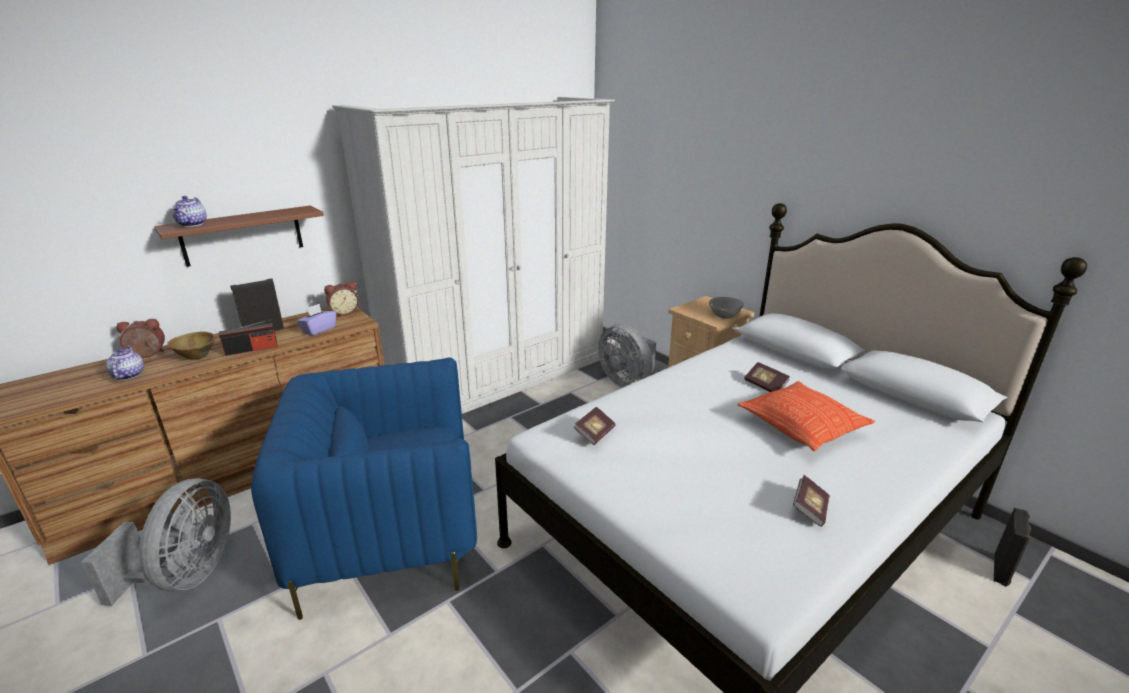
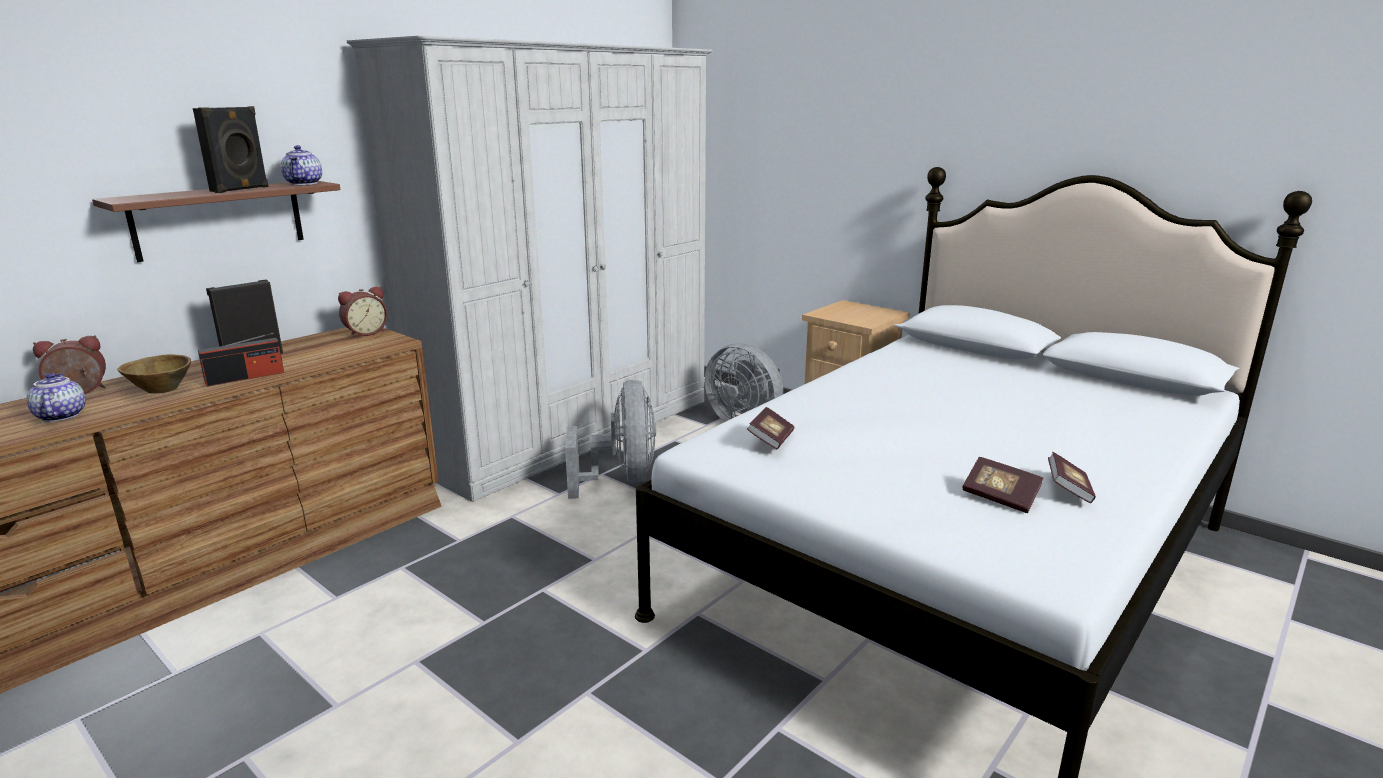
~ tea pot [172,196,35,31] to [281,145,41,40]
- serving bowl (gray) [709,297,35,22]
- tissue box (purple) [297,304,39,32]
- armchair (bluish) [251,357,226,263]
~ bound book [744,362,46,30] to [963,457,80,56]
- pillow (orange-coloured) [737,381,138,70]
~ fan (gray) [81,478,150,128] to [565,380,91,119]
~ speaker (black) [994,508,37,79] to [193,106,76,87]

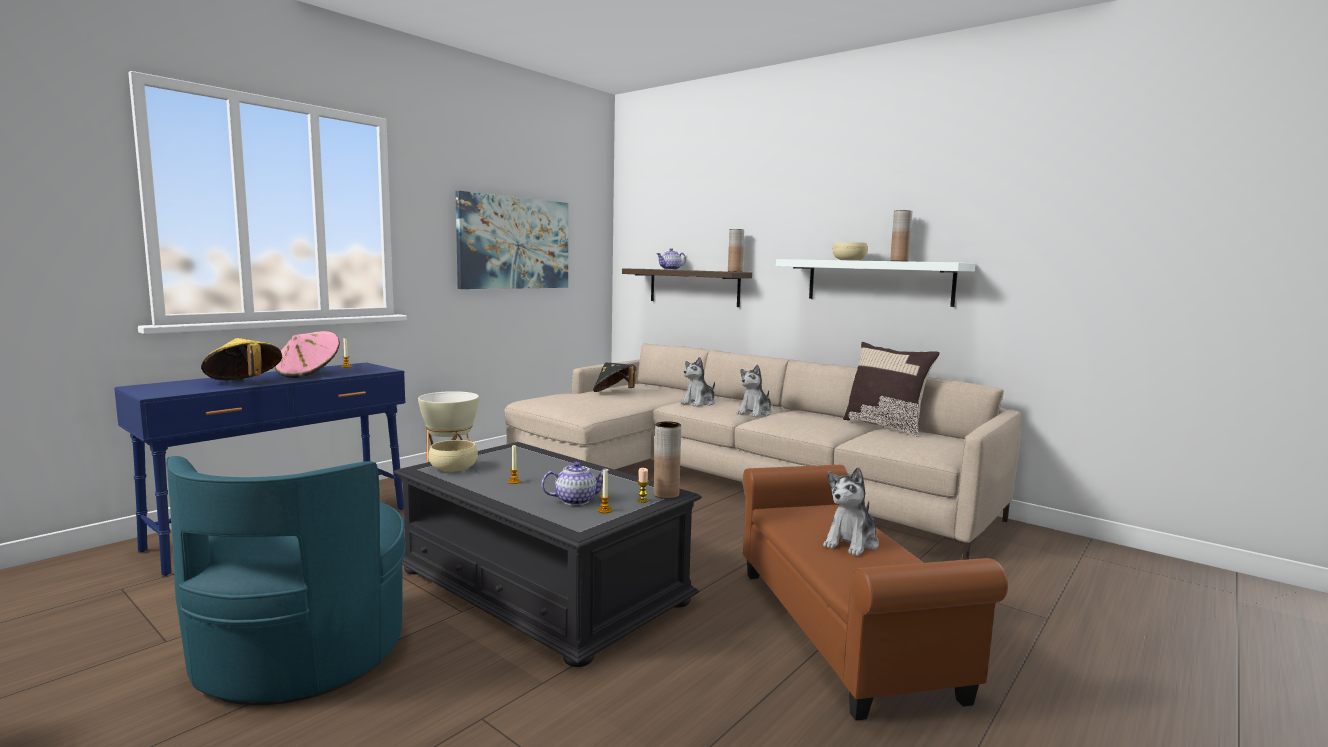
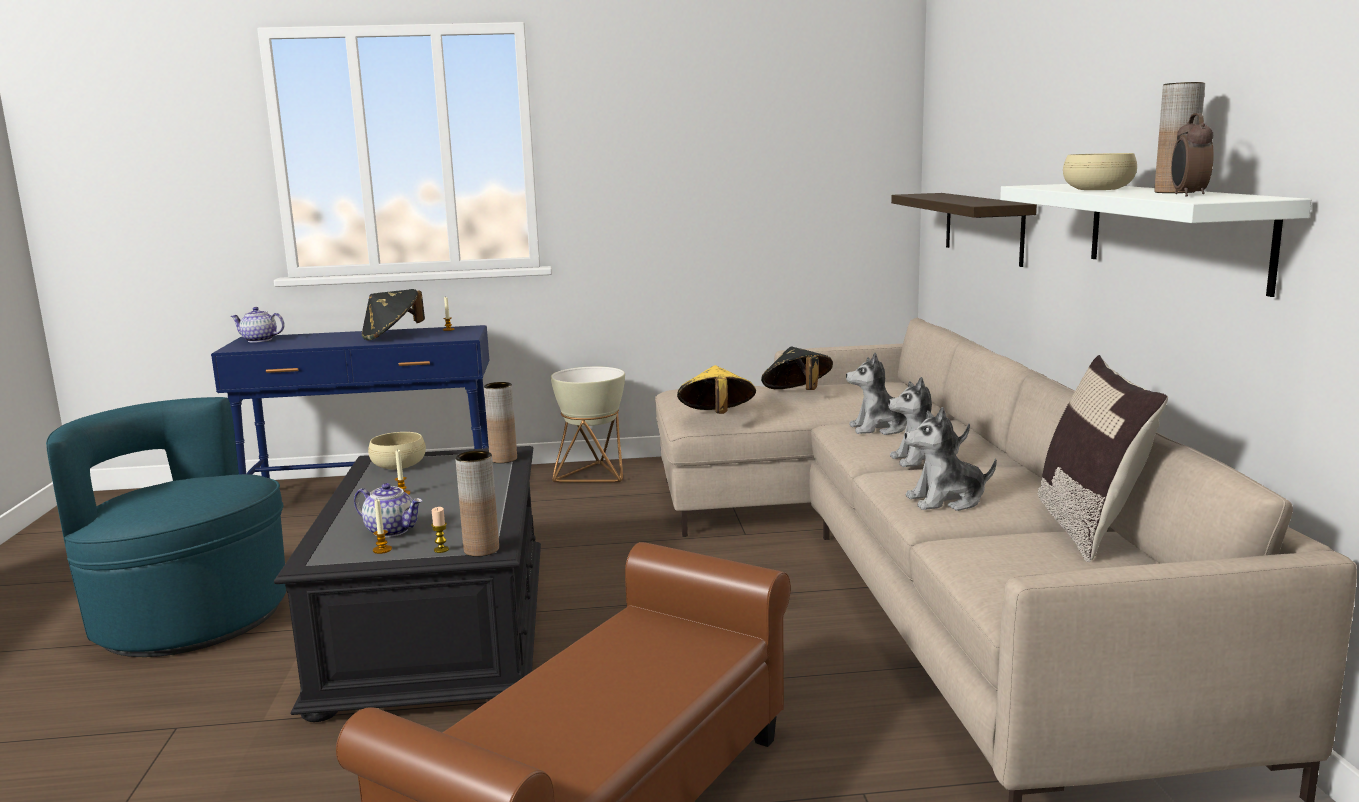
- picture [455,191,113,98]
~ flower vase (brown) [728,229,16,43] to [484,382,33,81]
~ tea pot [656,248,30,22] to [231,307,53,36]
~ wearable hat (pink-coloured) [275,331,65,47] to wearable hat (black) [362,289,63,51]
~ wearable hat (yellow) [201,338,81,42] to [677,365,79,49]
~ armchair (turquoise-coloured) [166,456,240,249] = [46,397,240,260] 75 degrees clockwise
~ cuddly toy [823,467,56,89] to [904,407,93,104]
+ bedside clock [1171,113,43,84]

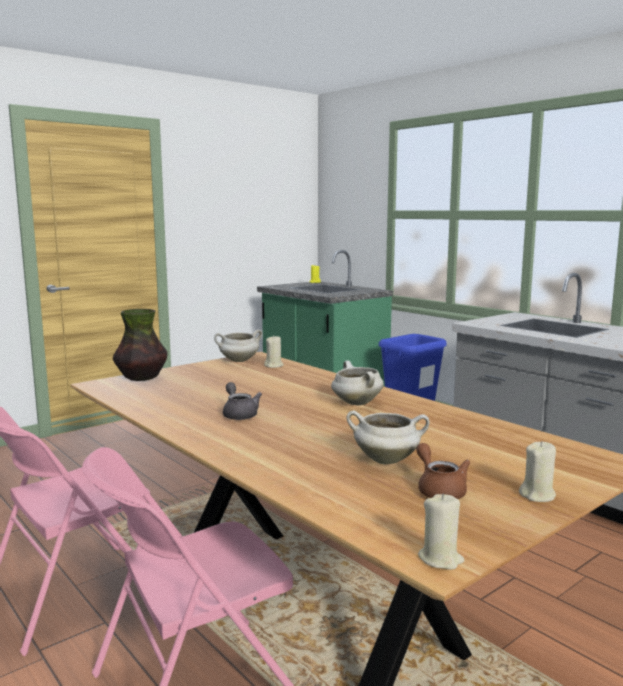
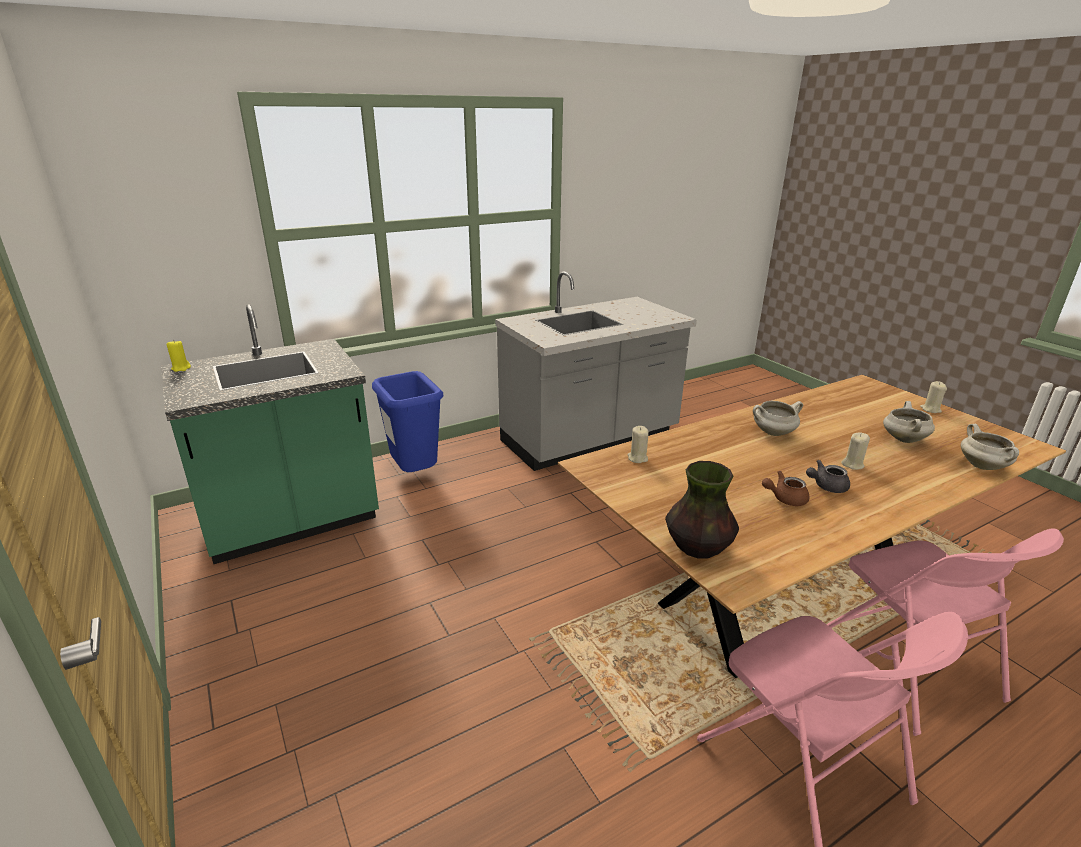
~ stockpot (white-coloured) [214,330,48,32] to [961,424,58,46]
~ tea pot (brown) [416,443,55,56] to [762,471,47,35]
~ candle (beige-coloured) [418,493,46,77] to [841,432,29,38]

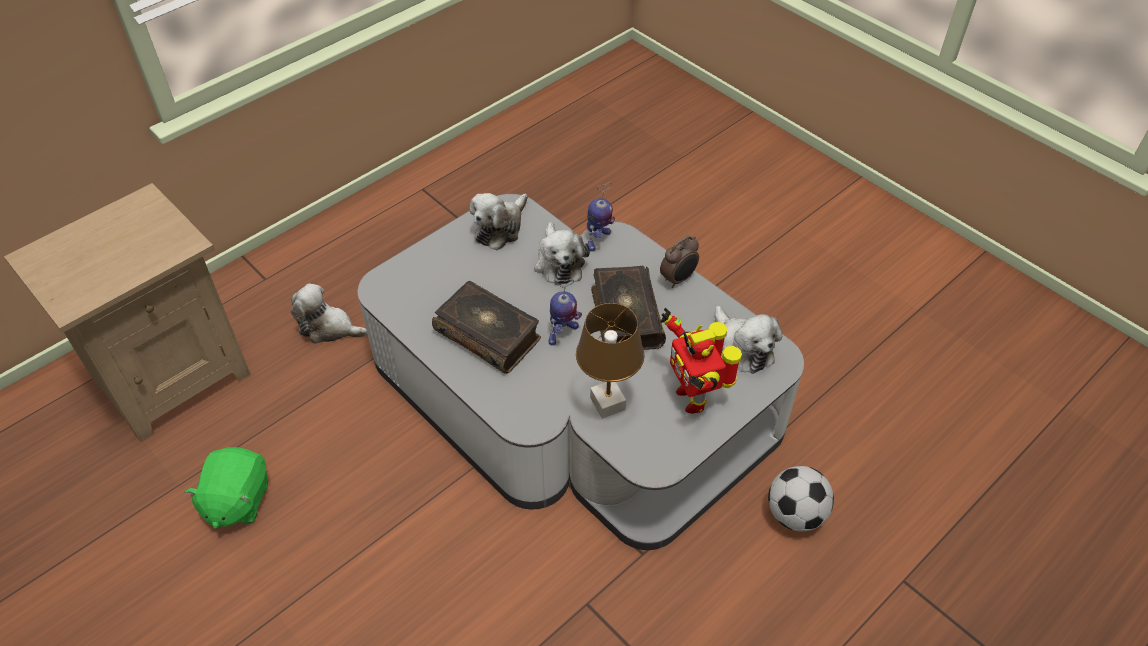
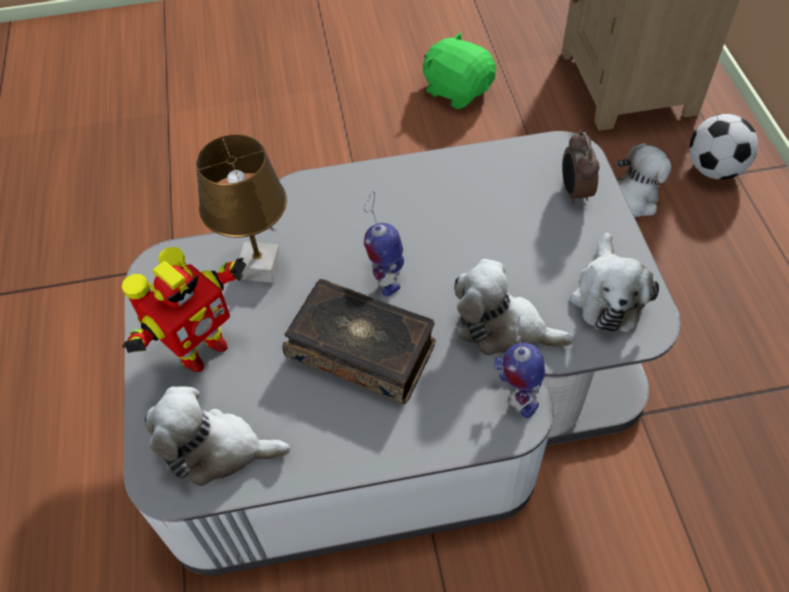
~ cuddly toy [470,193,58,57] = [570,233,89,99] 150 degrees counterclockwise
~ bedside clock [660,236,39,52] to [562,130,38,74]
- bound book [432,281,109,93]
~ robot figure [660,308,82,105] = [122,247,125,125] 120 degrees clockwise
~ football [768,466,66,65] to [689,114,69,66]

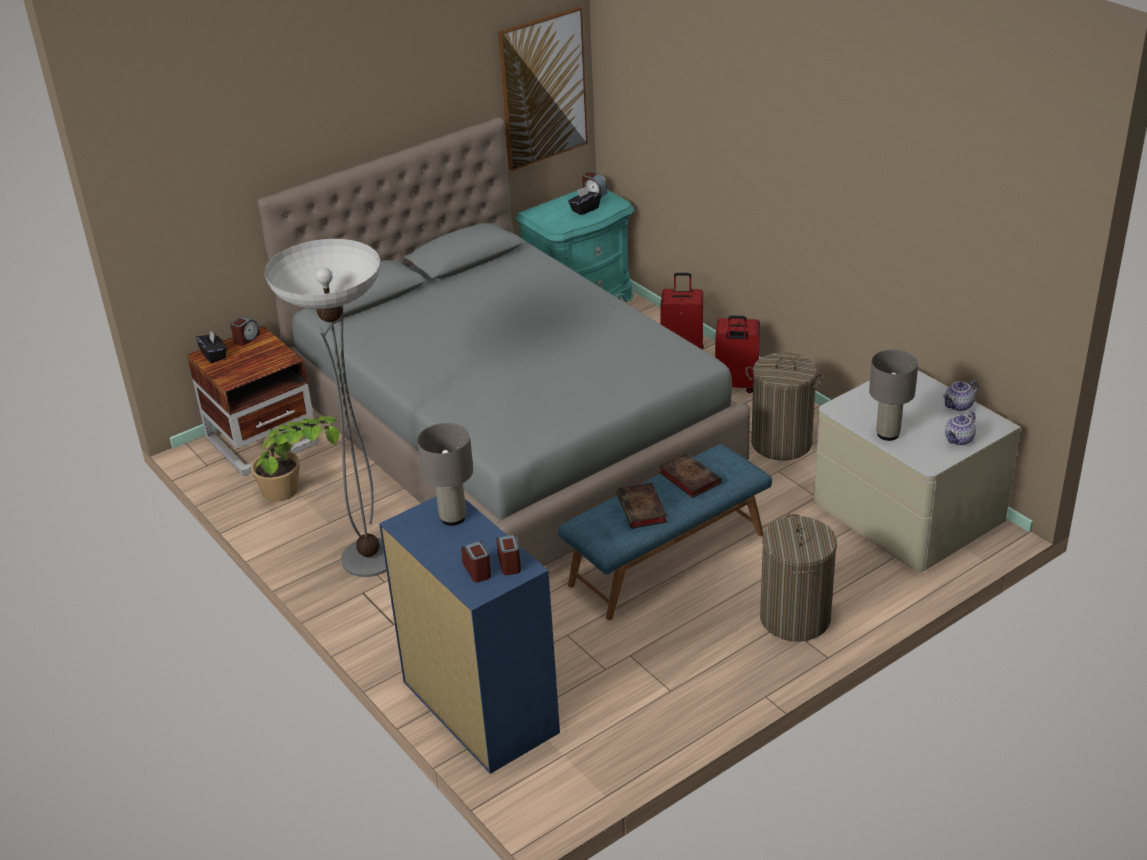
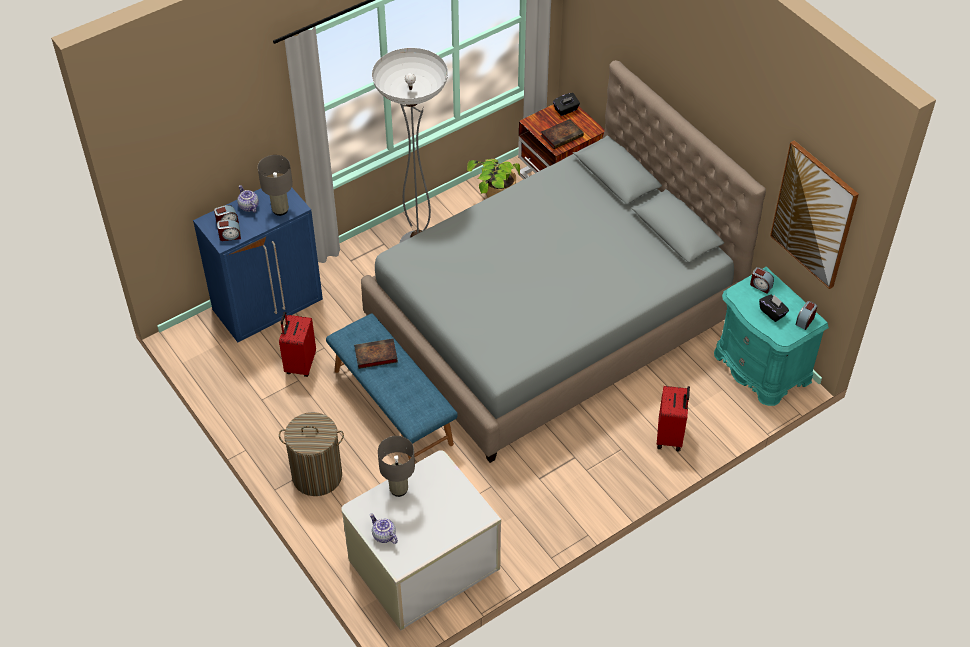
~ piece of luggage (reddish) [715,315,45,78] to [279,312,37,65]
~ bedside clock [230,317,30,29] to [750,267,24,27]
- hamper [745,352,79,109]
~ tea pot [943,380,35,31] to [237,185,22,28]
~ bound book [659,453,63,45] to [541,119,43,30]

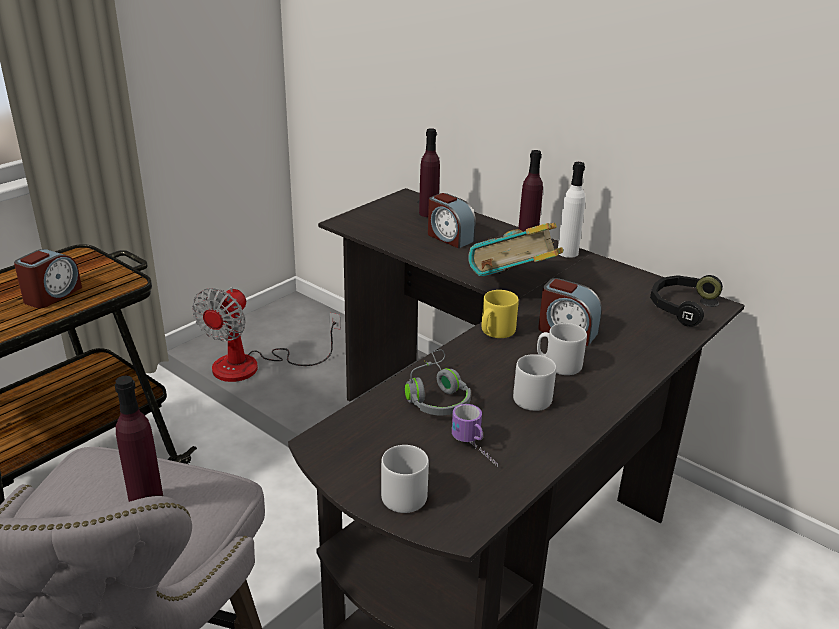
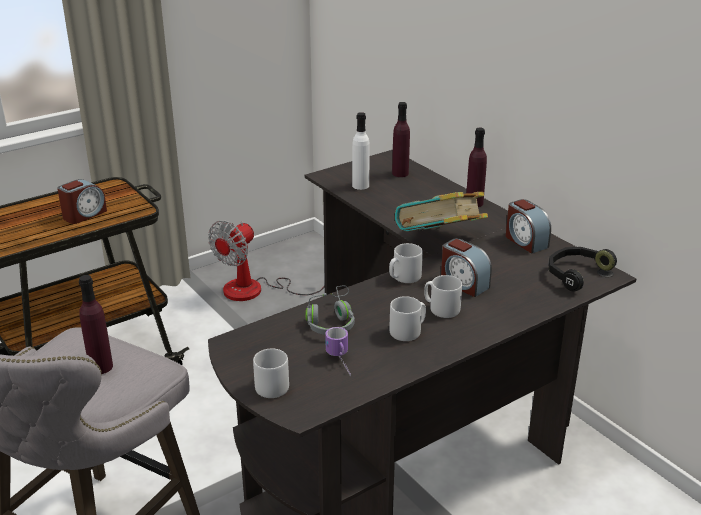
~ beverage bottle (white-coloured) [558,162,27,96] to [352,112,18,78]
~ bedside clock [428,193,48,55] to [506,199,45,55]
~ coffee mug (yellow) [482,290,37,48] to coffee mug (gray) [389,243,34,40]

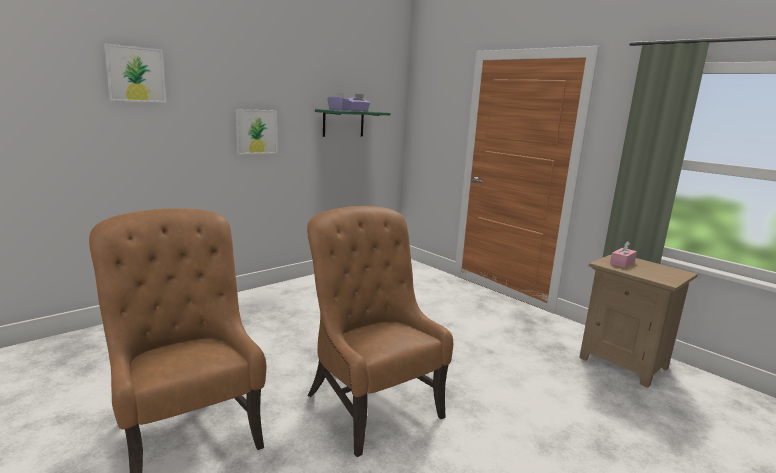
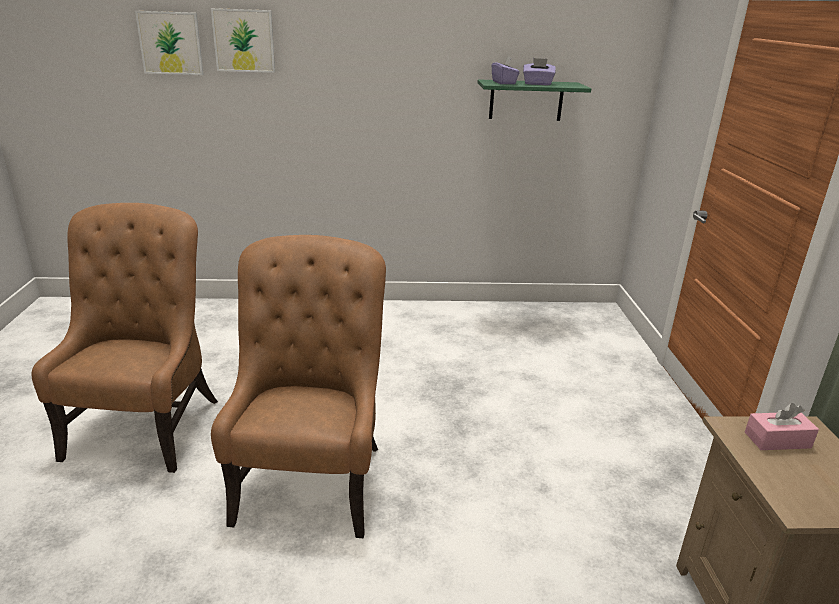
~ picture [236,109,41,46] to [135,11,69,64]

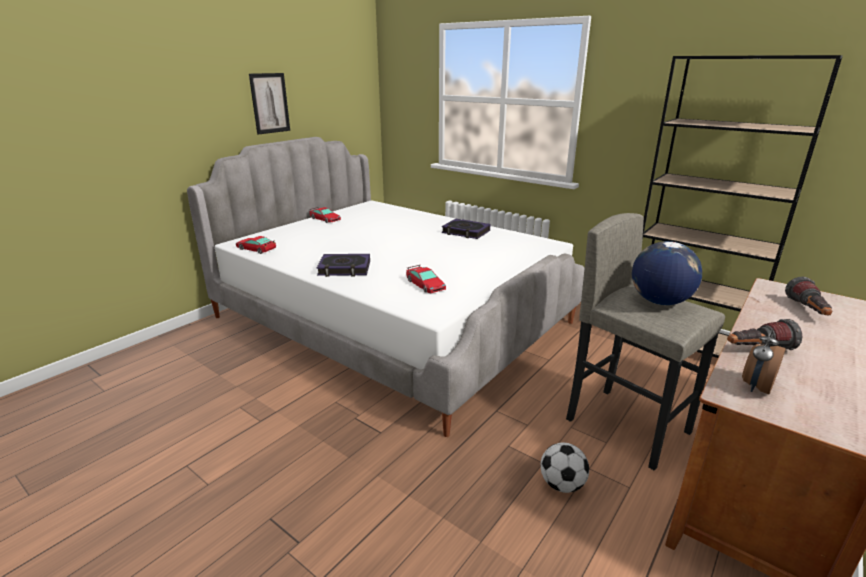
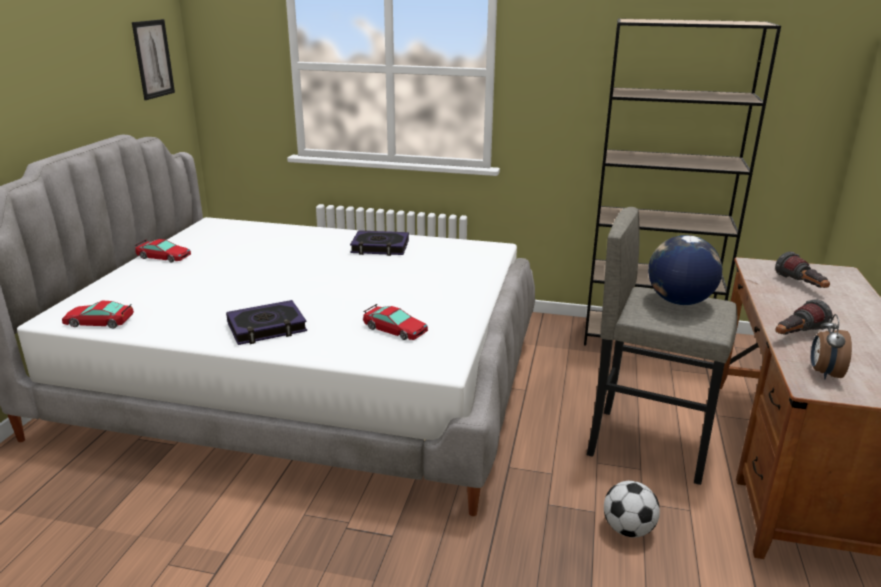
~ picture [249,73,41,62] to [132,19,43,81]

